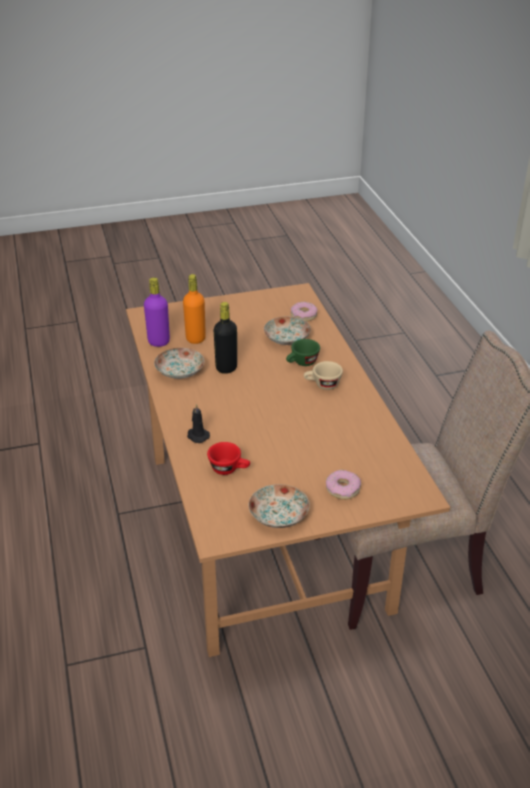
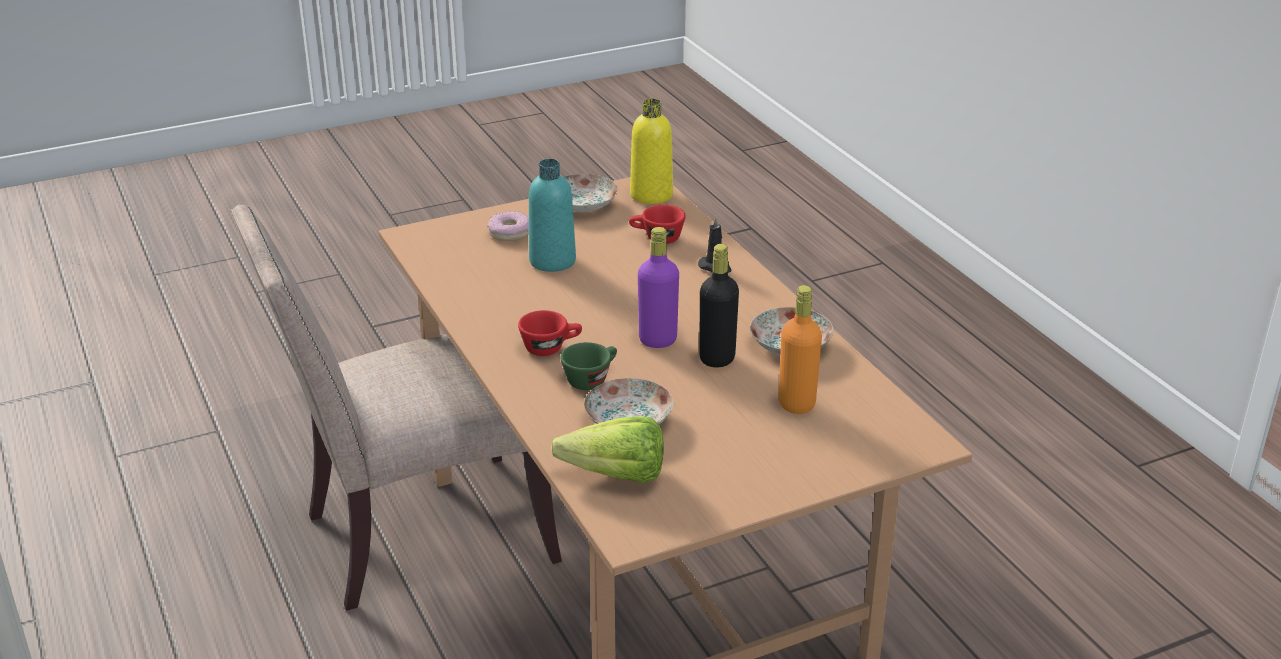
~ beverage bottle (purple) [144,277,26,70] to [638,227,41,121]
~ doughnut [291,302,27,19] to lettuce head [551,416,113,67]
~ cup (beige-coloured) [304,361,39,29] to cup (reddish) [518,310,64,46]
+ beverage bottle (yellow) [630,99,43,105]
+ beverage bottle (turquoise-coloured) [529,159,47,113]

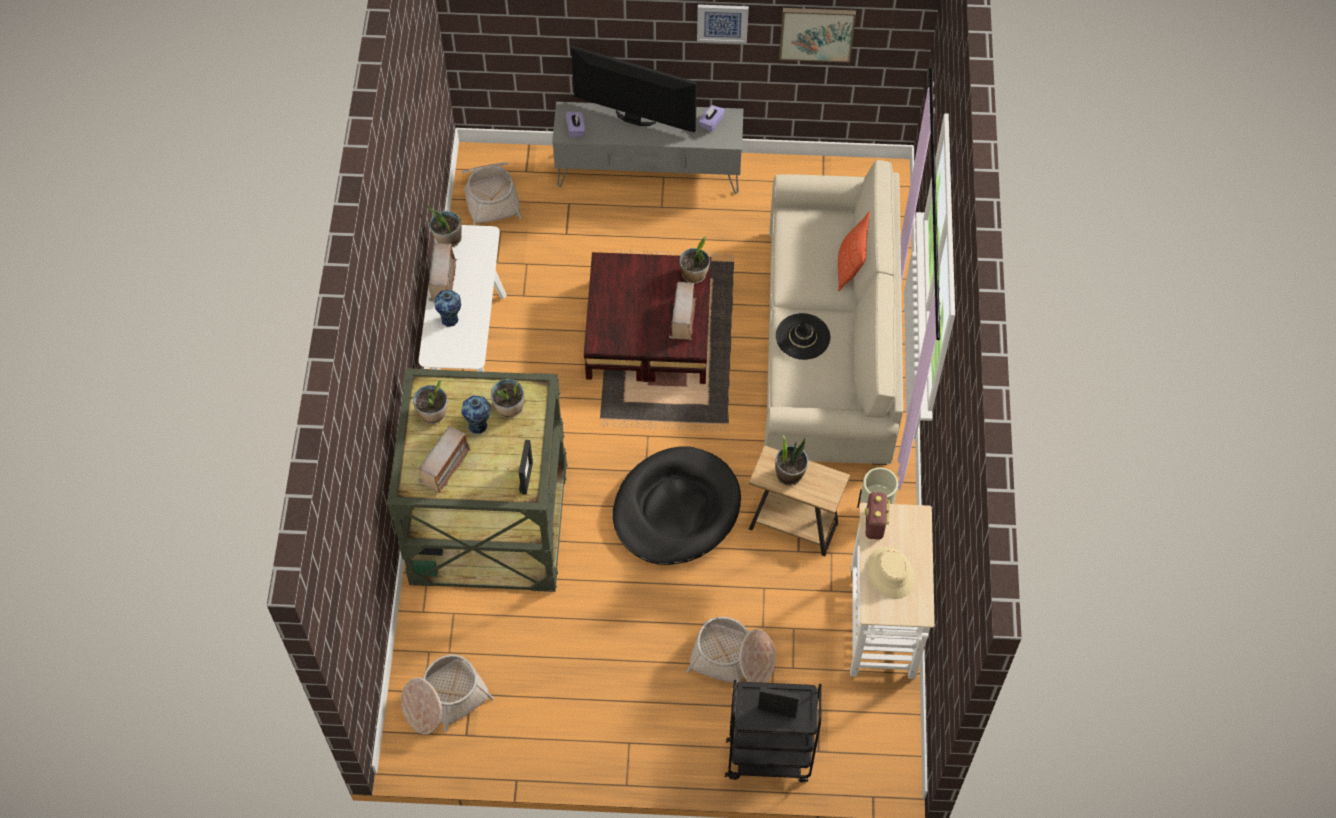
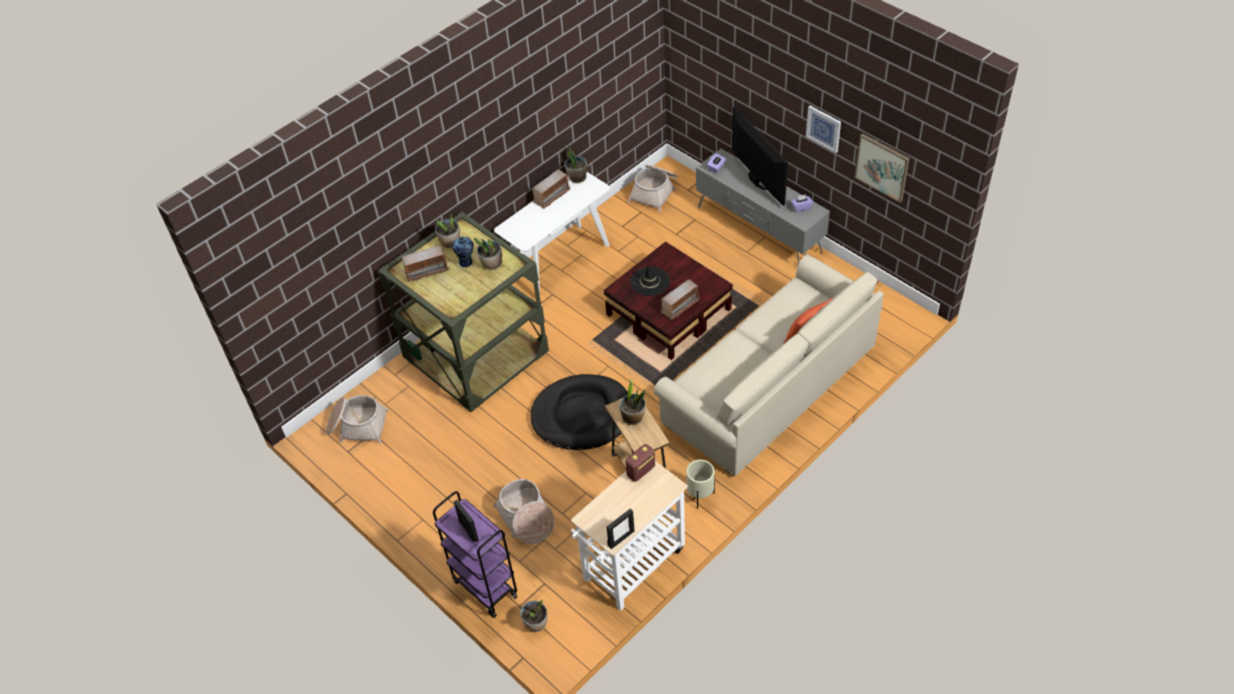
~ houseplant [679,236,31,48] to [520,600,28,32]
- flower vase [434,290,27,37]
~ wearable hat (black) [776,313,54,47] to [630,265,40,31]
~ photo frame [519,440,14,55] to [607,509,28,40]
- wearable hat (beige-coloured) [867,547,48,52]
~ trolley (black) [725,680,97,103] to trolley (purple) [433,491,84,127]

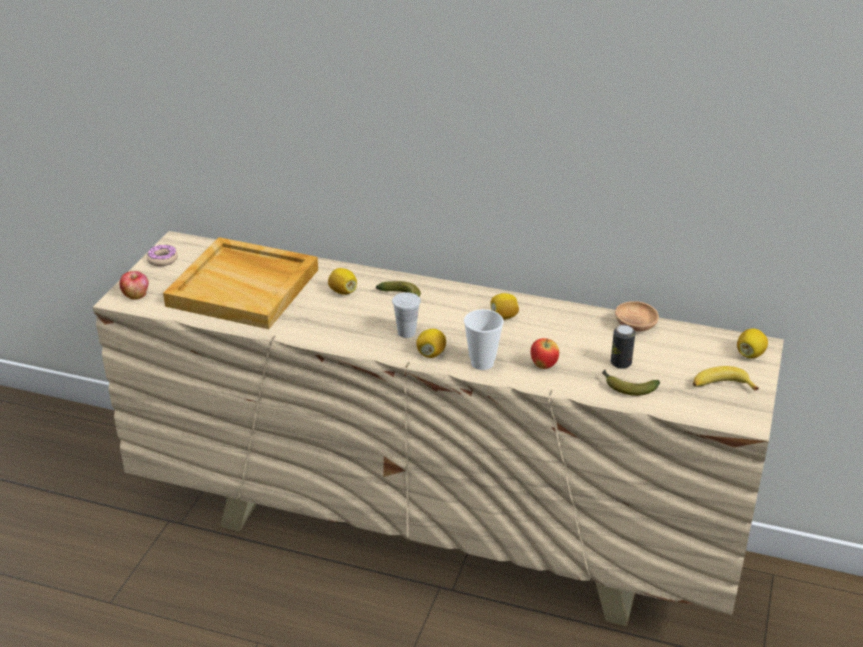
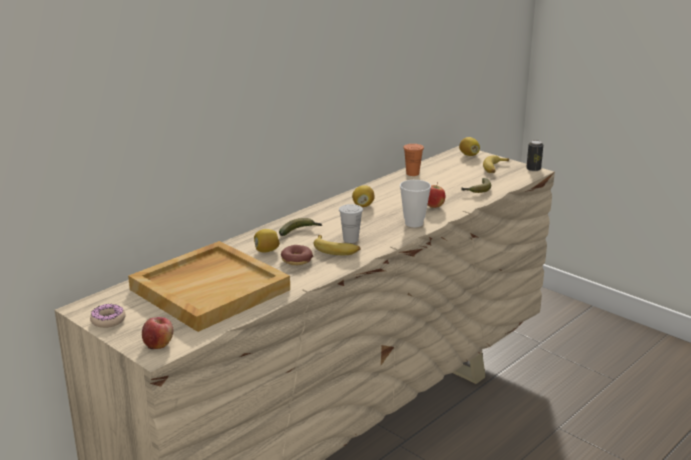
~ serving bowl (brown) [615,301,44,30] to cup (orange-coloured) [403,144,21,32]
~ sealed can [611,325,24,44] to [526,140,17,31]
- whole lemon [416,329,30,29]
+ banana [314,235,47,20]
+ doughnut [281,245,32,20]

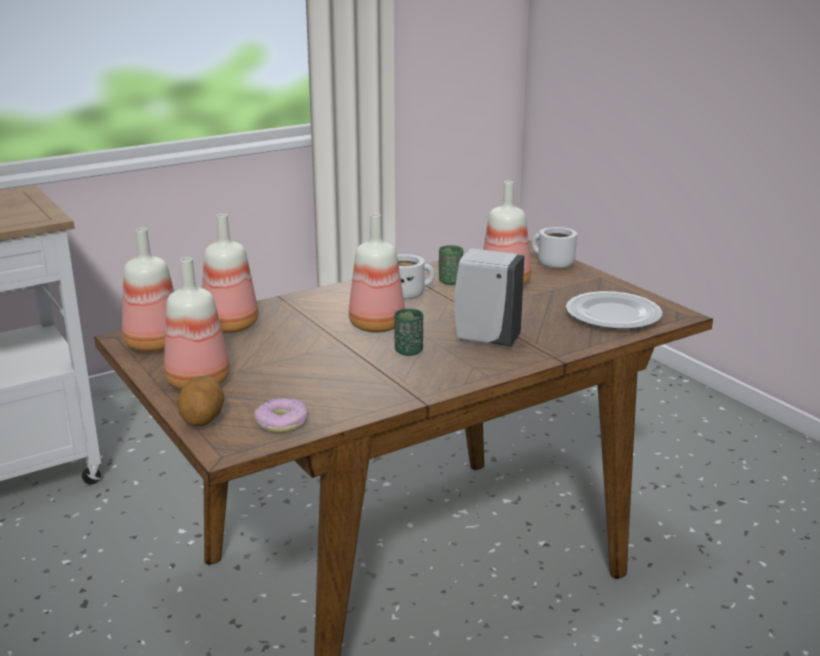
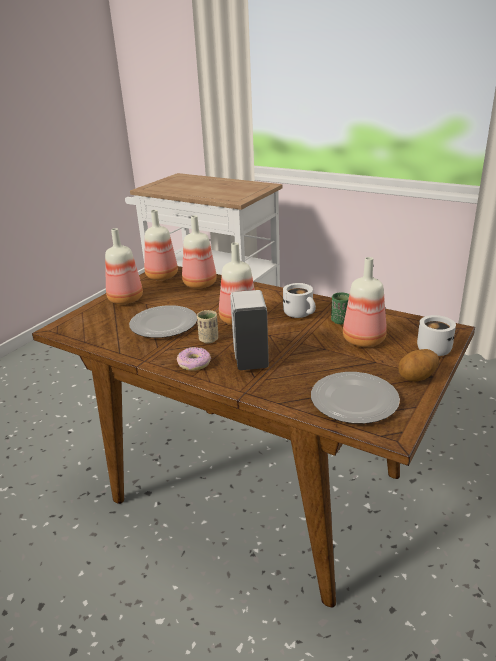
~ cup (green-coloured) [394,309,29,47] to cup (beige-coloured) [197,310,21,33]
~ whole potato [177,376,47,50] to [399,349,40,33]
~ doughnut [254,398,54,35] to [177,347,34,24]
+ dinner plate [129,305,68,33]

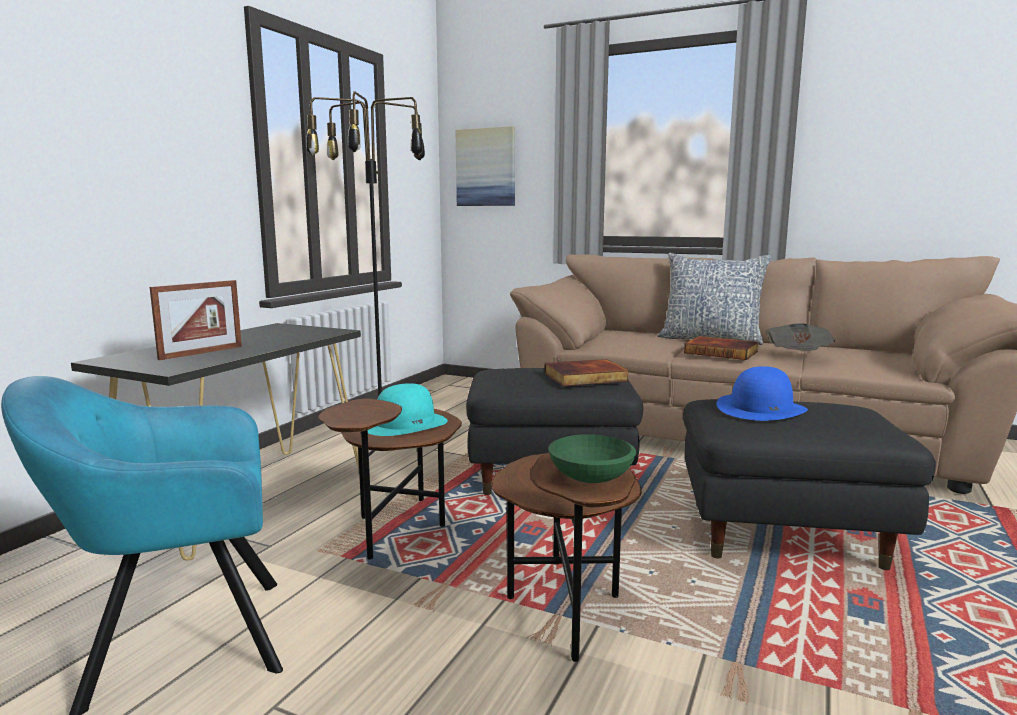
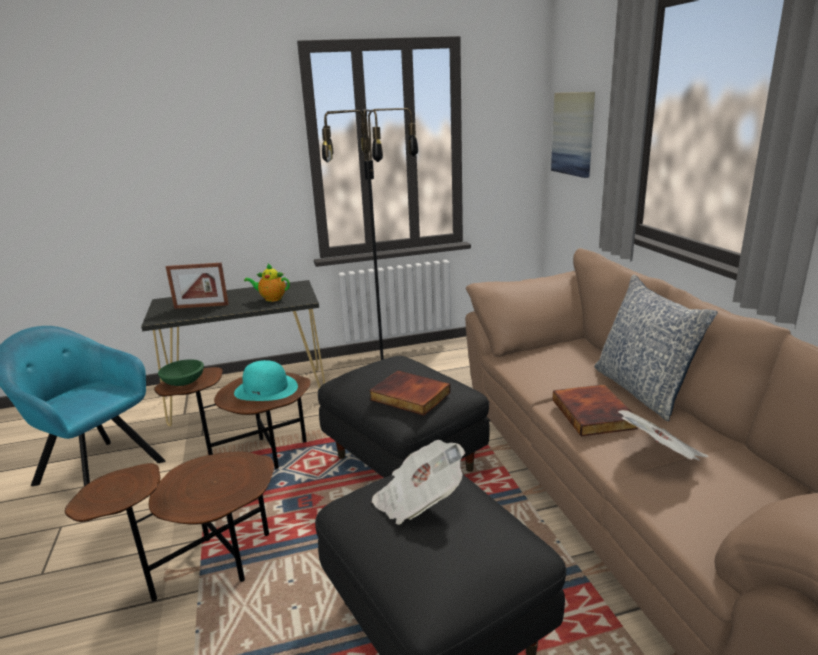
~ wearable hat (bluish) [717,366,91,55] to newspaper [372,440,93,85]
~ serving bowl (green-coloured) [548,434,88,49] to [158,359,46,27]
+ tea pot [244,263,46,39]

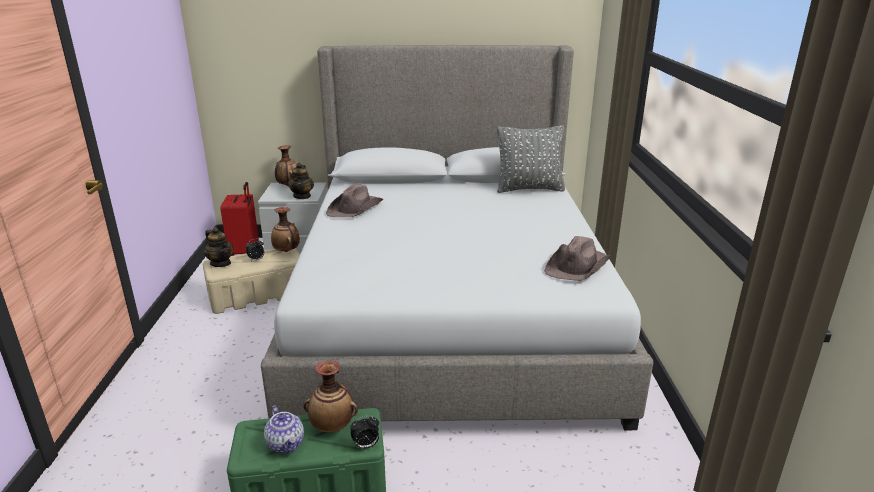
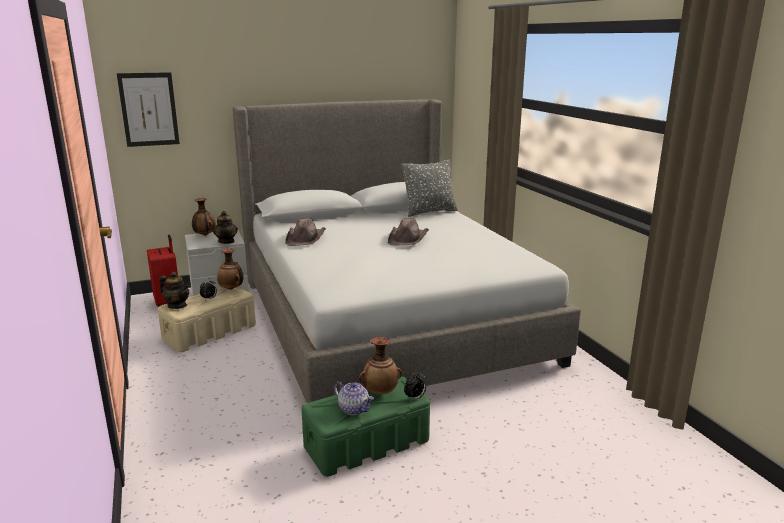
~ wearable hat (brown) [544,236,68,45] to [388,219,41,27]
+ picture [117,72,63,75]

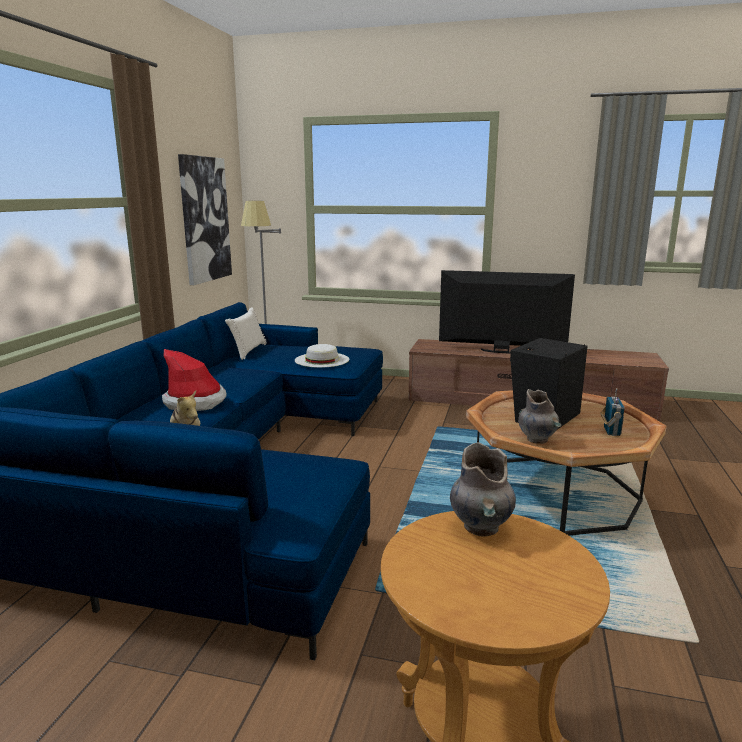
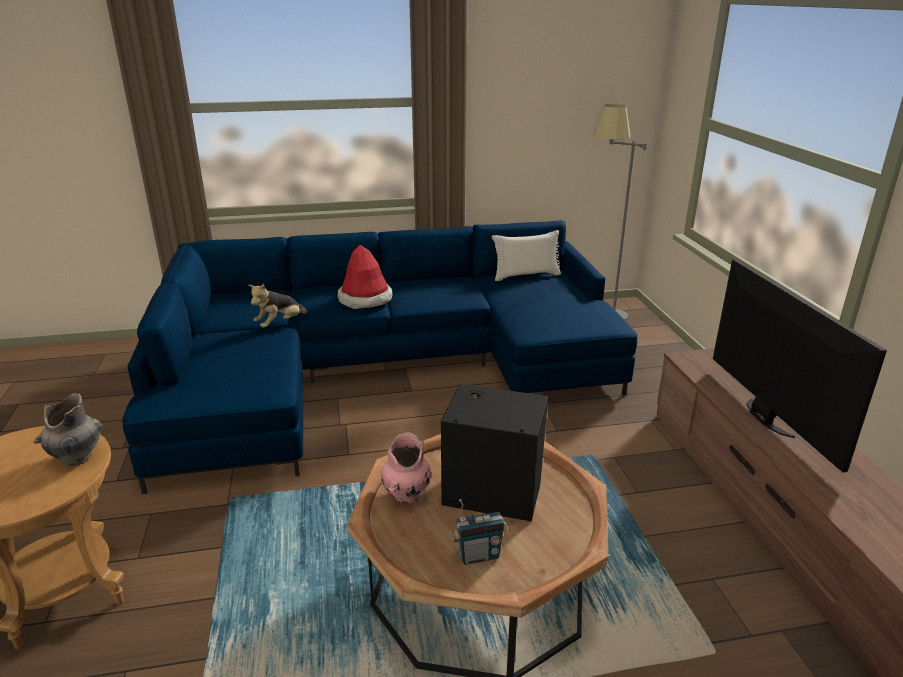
- picture [178,154,54,131]
- wearable hat (white-coloured) [295,344,54,24]
~ flower vase (gray) [518,389,43,55] to flower vase (pink-coloured) [381,432,50,71]

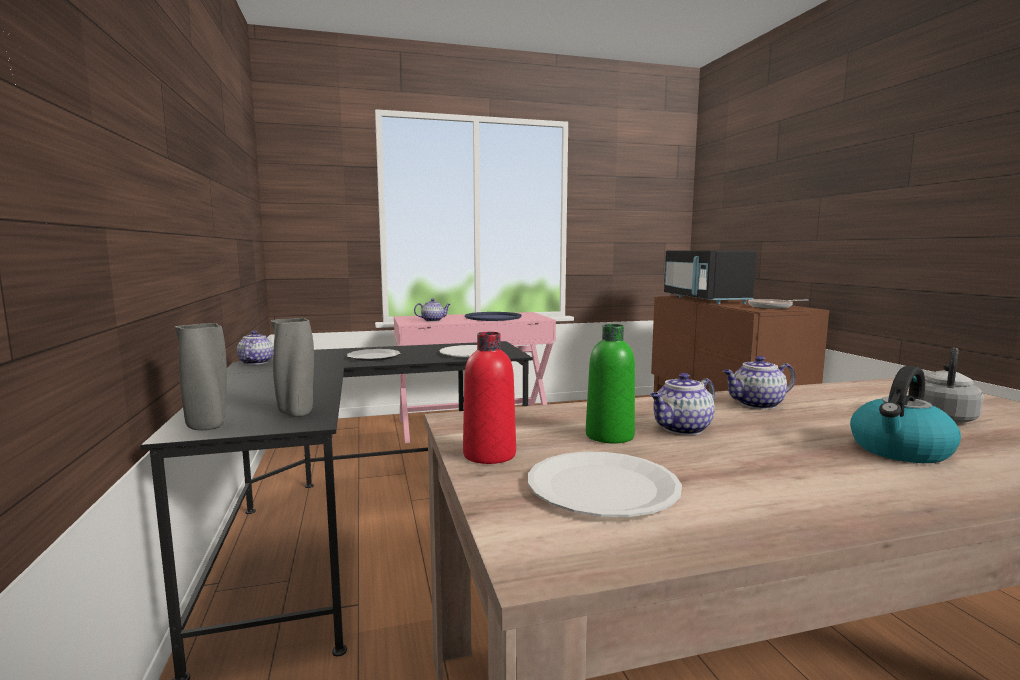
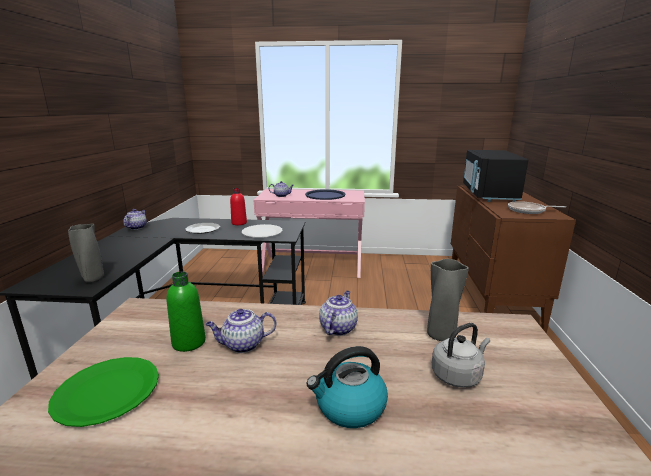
~ flower vase (gray) [175,323,52,107] to [427,259,42,82]
~ beverage bottle (reddish) [463,332,53,132] to [230,188,17,37]
~ tea pot [723,356,73,53] = [319,291,39,45] 105 degrees clockwise
~ dinner plate (white-coloured) [528,452,154,65] to dinner plate (green-coloured) [48,357,111,70]

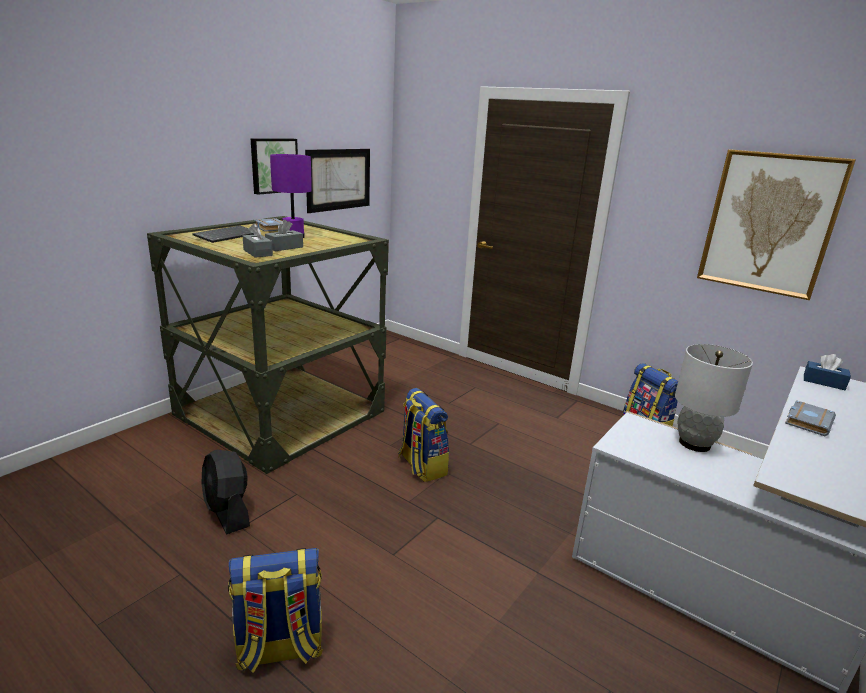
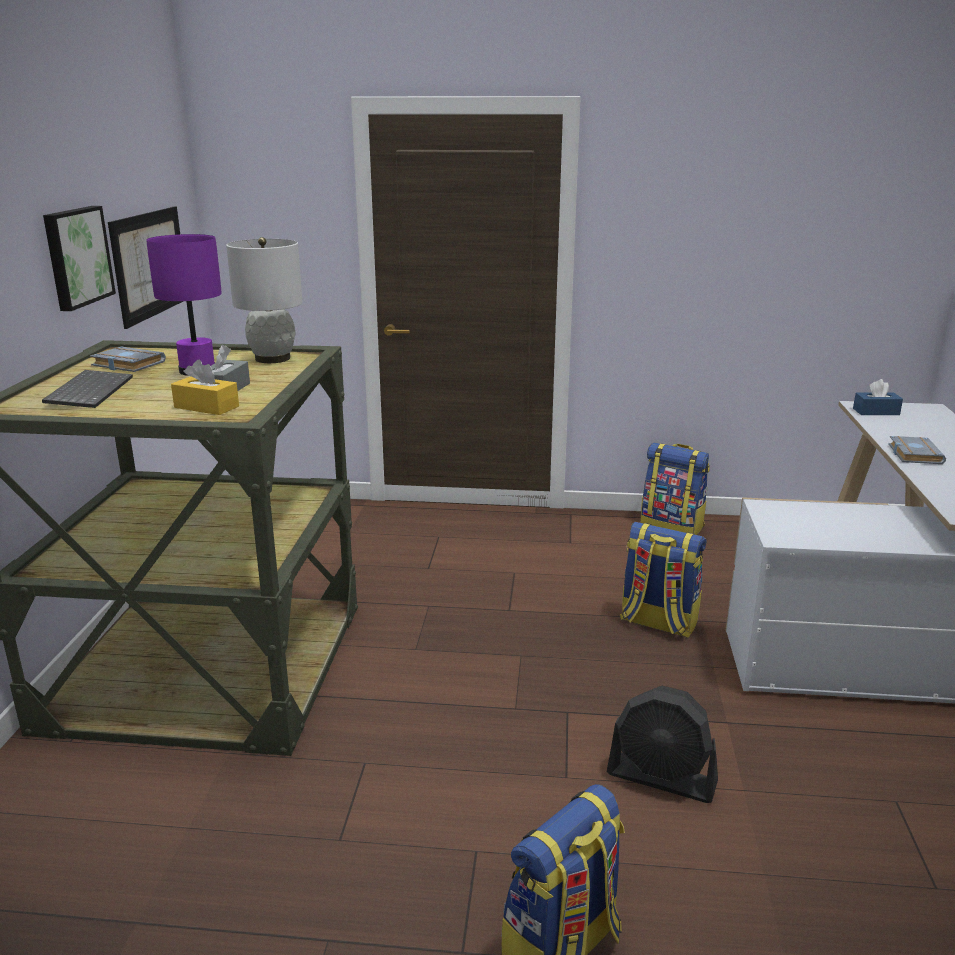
- picture [697,149,159,151]
~ tissue box (gray) [243,223,30,35] to tissue box (yellow) [171,360,68,55]
~ lamp for a table (white-coloured) [675,344,78,108] to [226,237,76,126]
~ backpack [398,388,51,94] to [620,522,87,116]
~ fan (black) [202,449,48,86] to [607,686,111,117]

